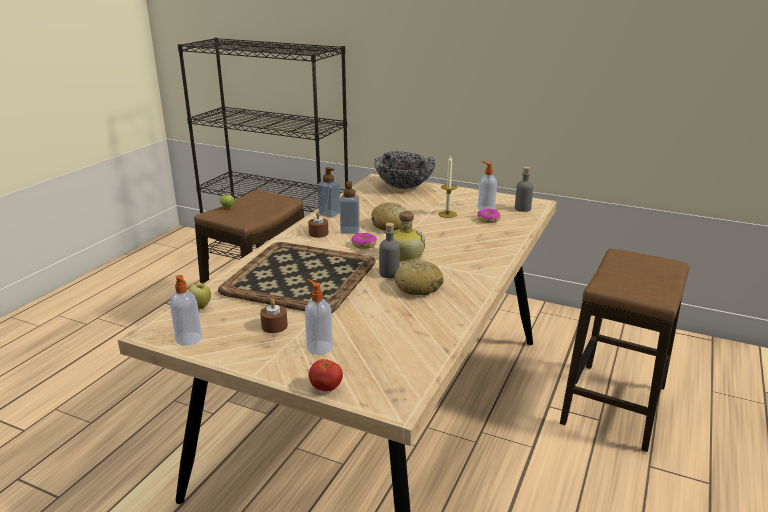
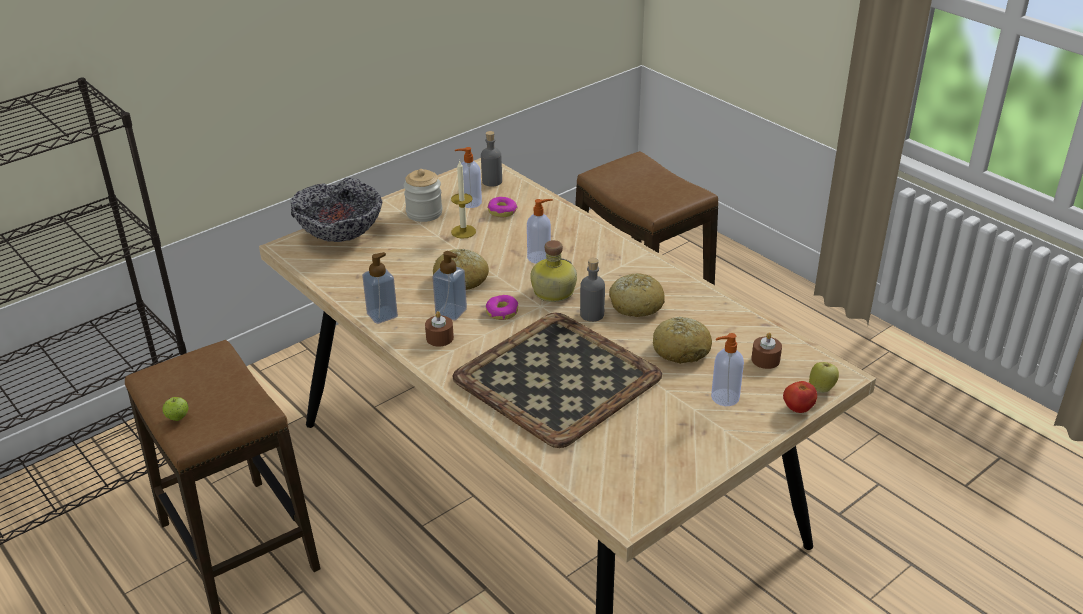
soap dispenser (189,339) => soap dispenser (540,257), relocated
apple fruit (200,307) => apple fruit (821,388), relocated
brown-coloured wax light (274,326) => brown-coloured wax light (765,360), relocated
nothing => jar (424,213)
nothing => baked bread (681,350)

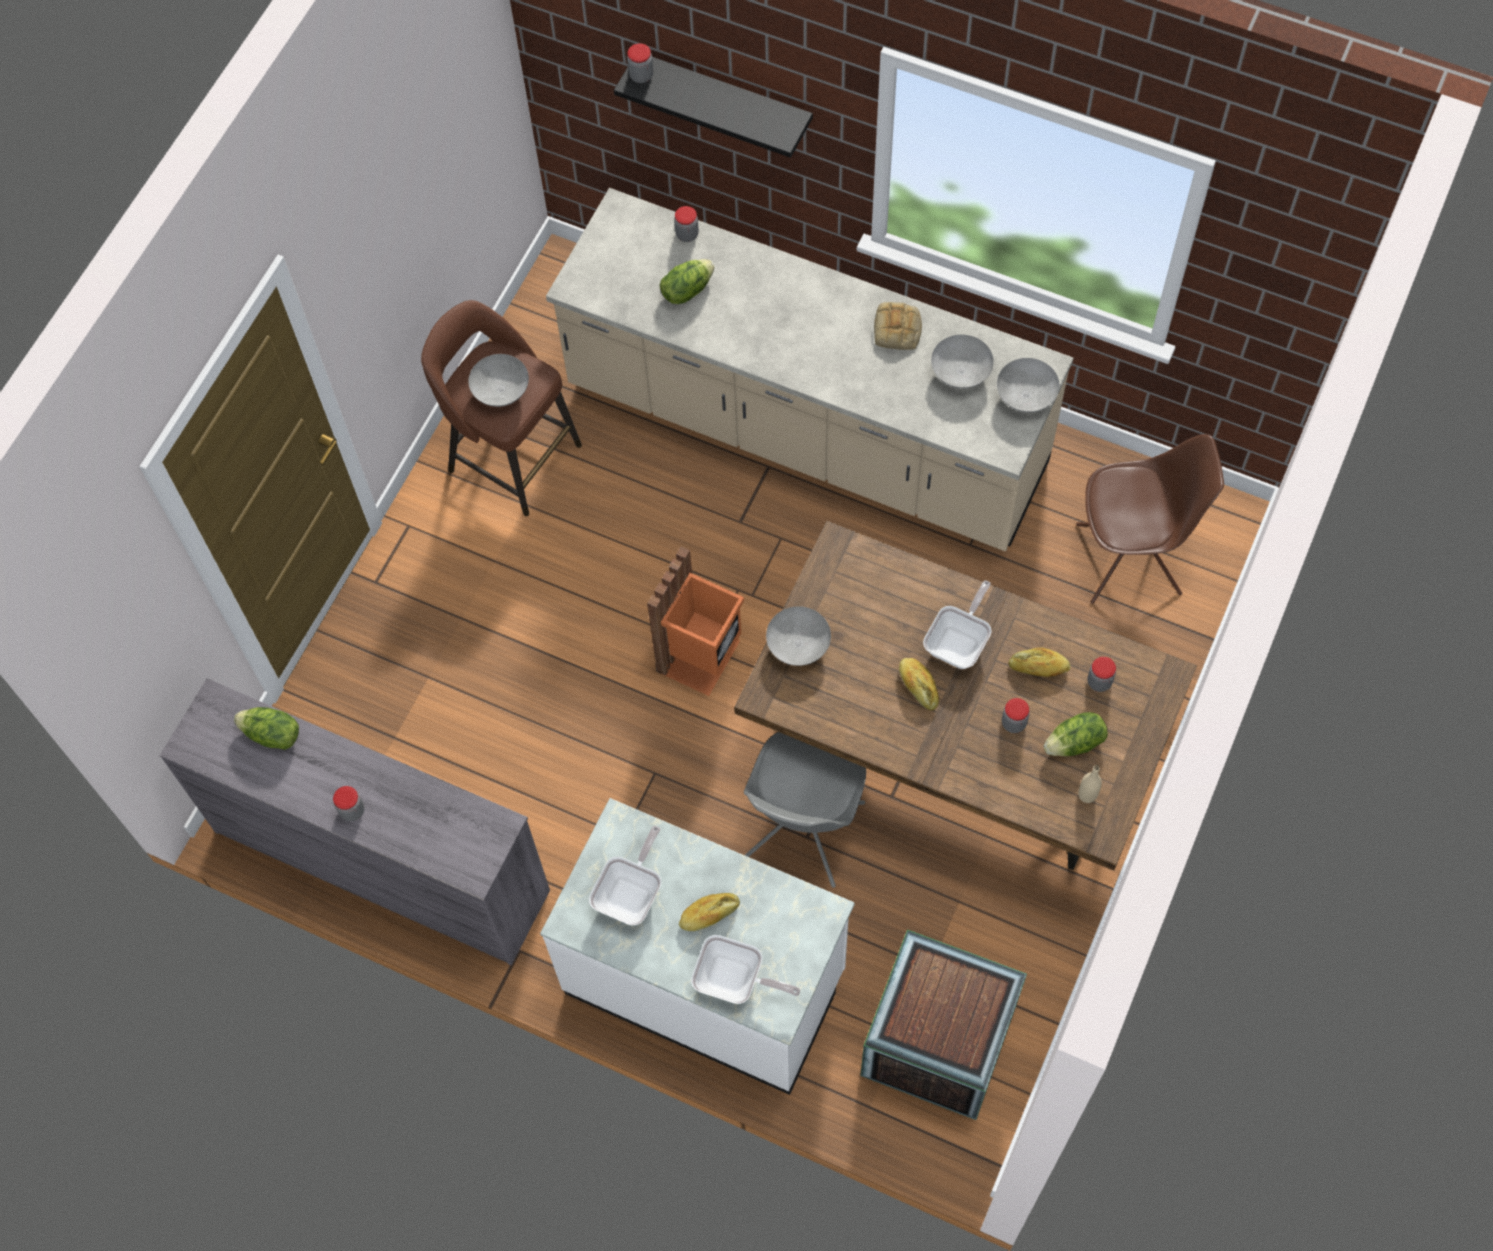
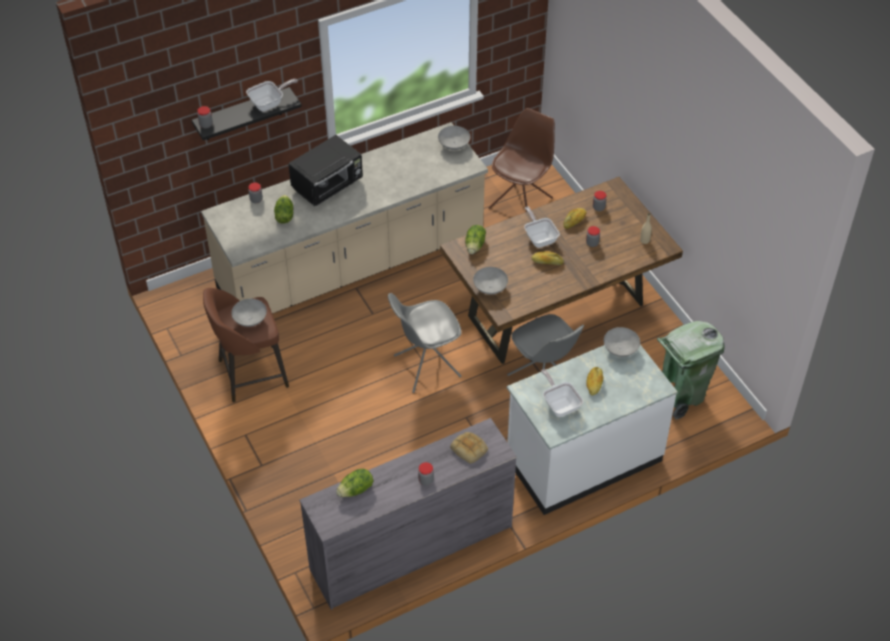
baked bread (898,330) => baked bread (470,449), relocated
gray bowl (960,374) => gray bowl (620,350), relocated
orangey waste bin (702,657) => gray chair (425,366)
lettuce head (1075,743) => lettuce head (475,245), relocated
crate (938,1041) => green-coloured waste bin (680,395)
frying pan (735,981) => frying pan (269,103), relocated
nothing => black kitchen microwave (328,185)

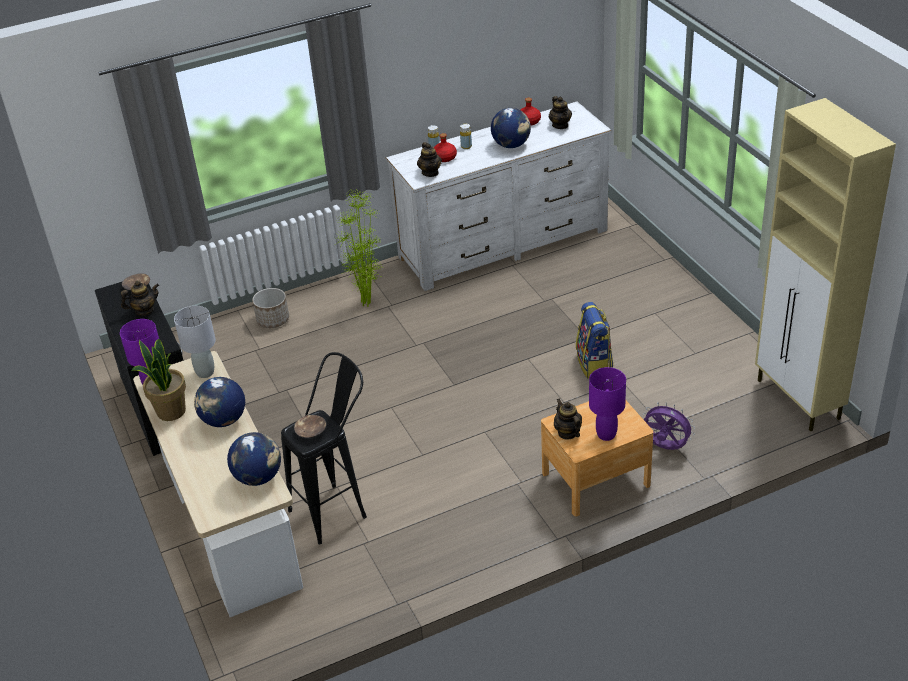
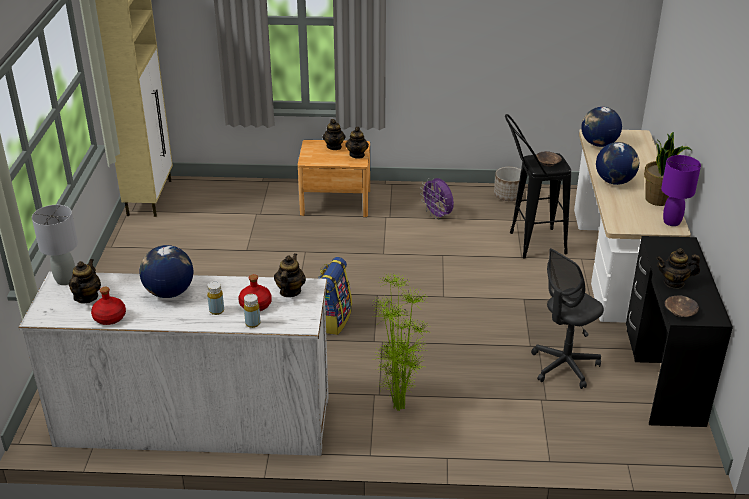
flower pot (273,319) => flower pot (508,195), relocated
knapsack (594,364) => knapsack (332,320), relocated
gray lamp for a table (205,372) => gray lamp for a table (65,280), relocated
purple-coloured lamp for a table (606,435) => tea pot (334,146)
purple-coloured fan (664,447) => purple-coloured fan (437,215), relocated
nothing => gray computer chair (564,366)

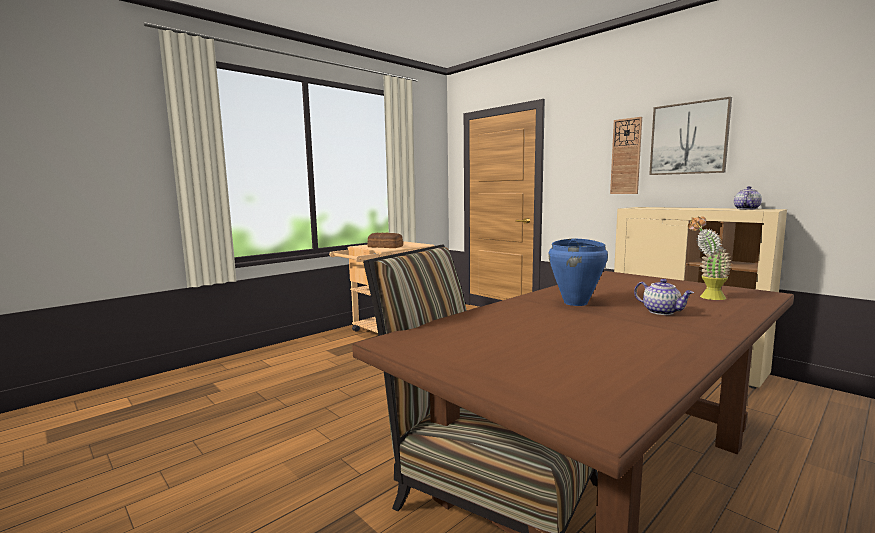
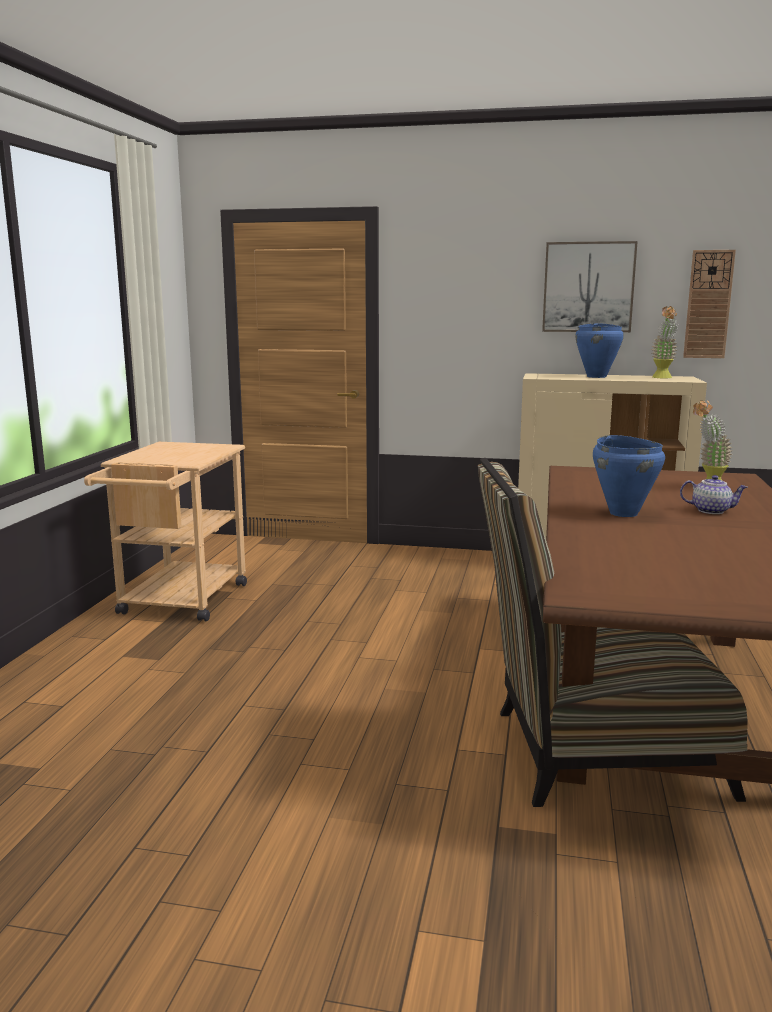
hanging clock (626,156) => hanging clock (708,304), relocated
tea pot (745,209) => potted plant (662,378)
baked bread (385,247) => nothing
nothing => blue saucepot (597,376)

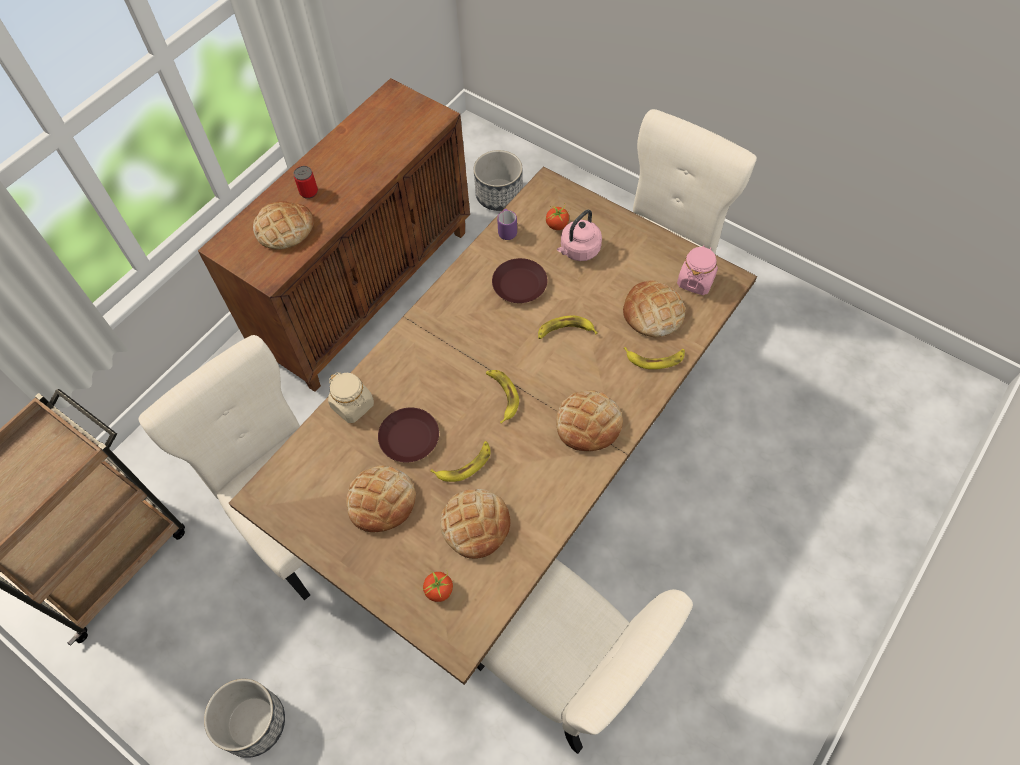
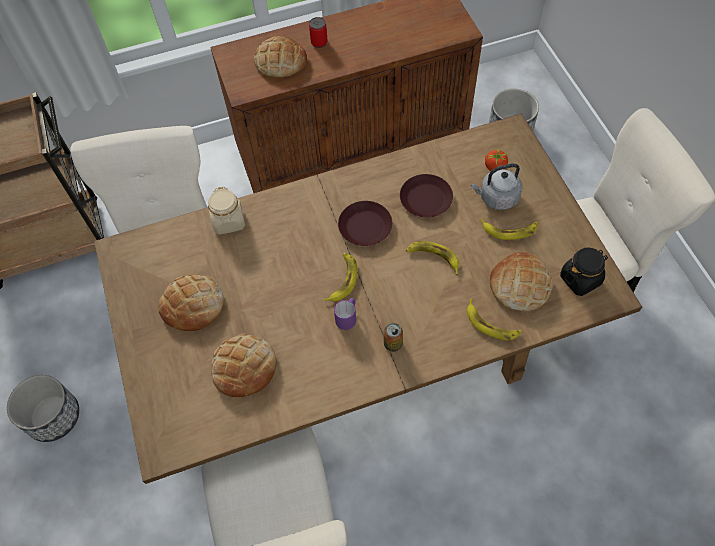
purple-coloured tea mug (507,230) => purple-coloured tea mug (347,318), relocated
pinkish kettle (578,250) => gray kettle (496,198)
pinkish jar (695,281) => black jar (580,279)
baked bread (588,423) => sealed can (393,344)
brown-coloured dinner plate (409,438) => brown-coloured dinner plate (364,227), relocated
banana (464,464) => banana (509,230), relocated
whole tomato (439,590) => nothing

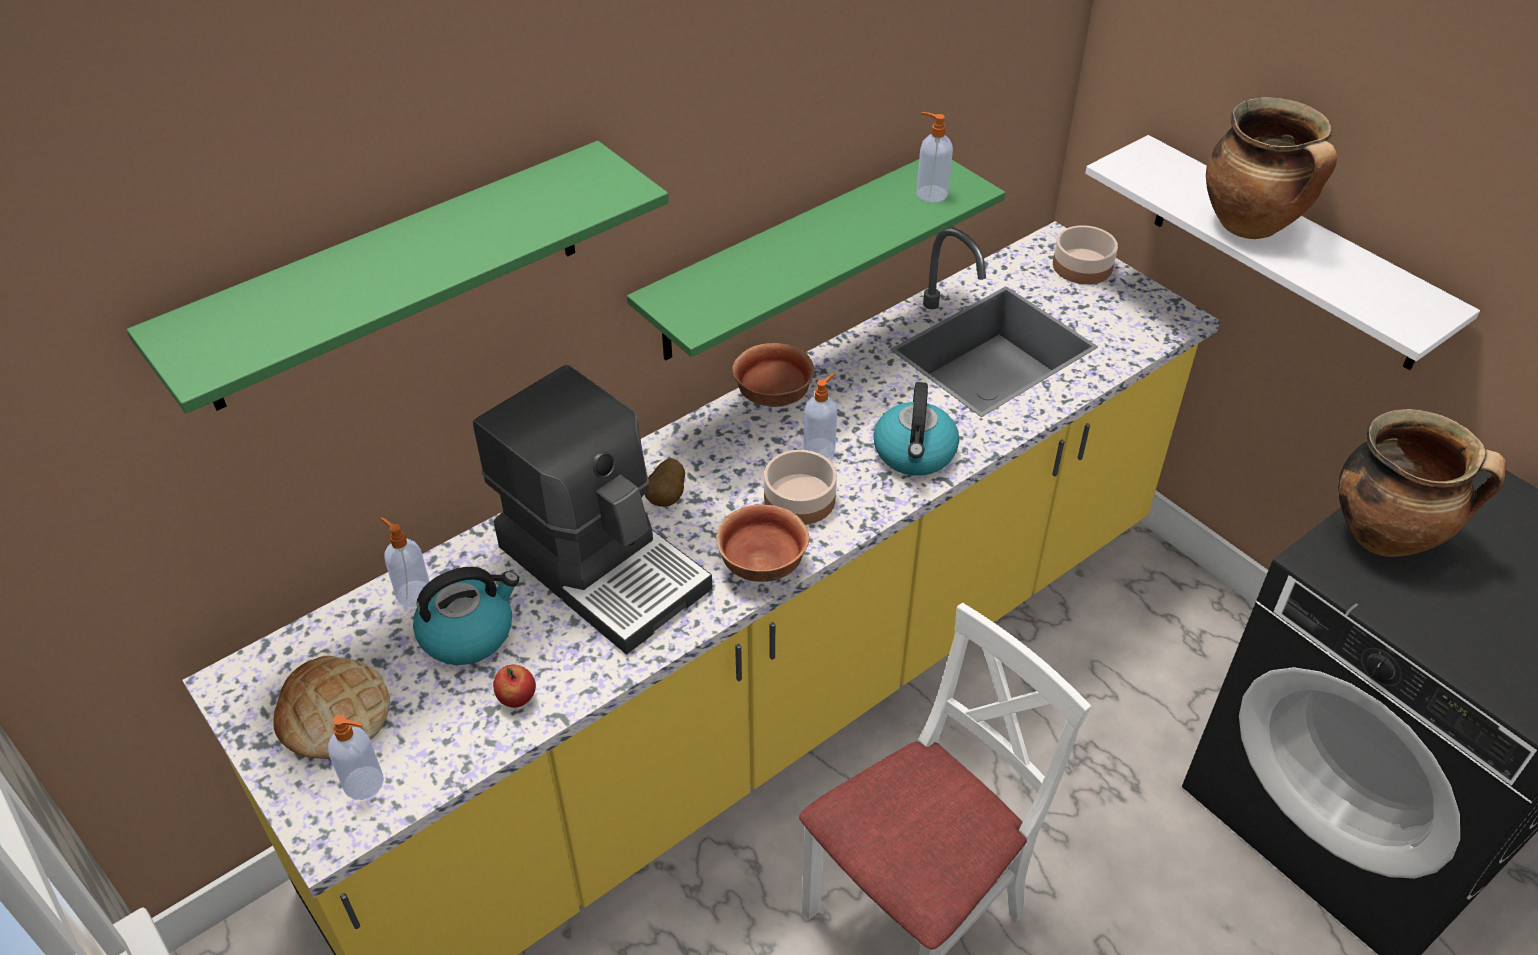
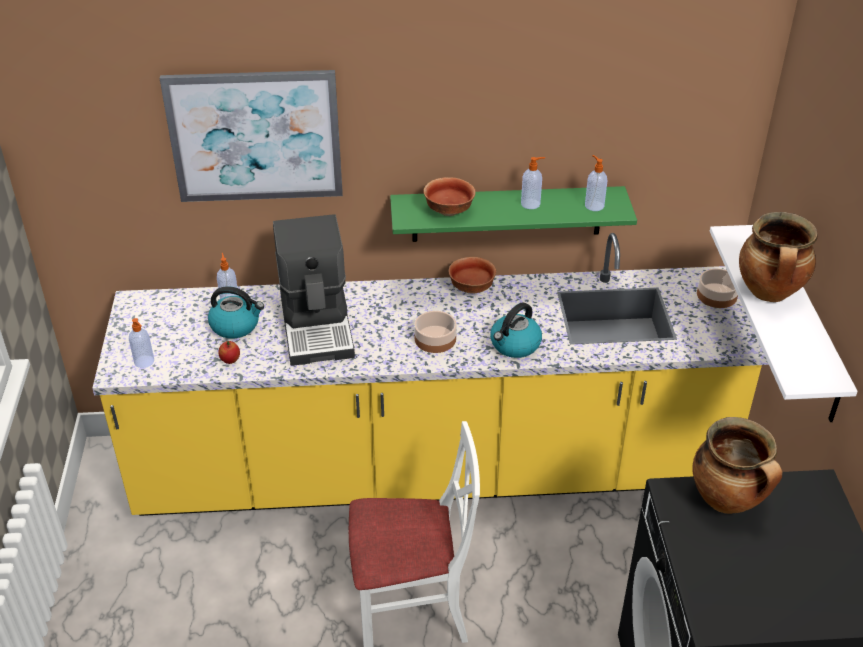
green-coloured bracket shelf (394,277) => wall art (255,136)
soap dispenser (820,448) => soap dispenser (531,204), relocated
spud (667,498) => nothing
bowl (762,564) => bowl (449,210), relocated
baked bread (333,714) => nothing

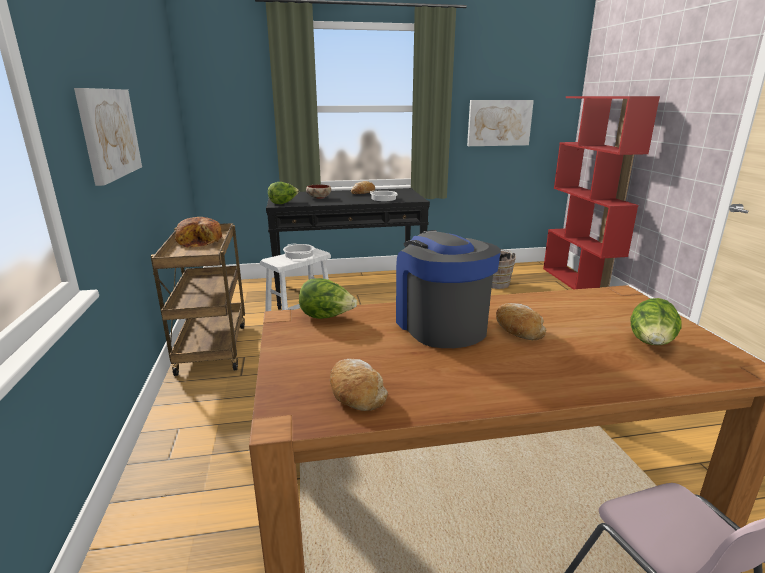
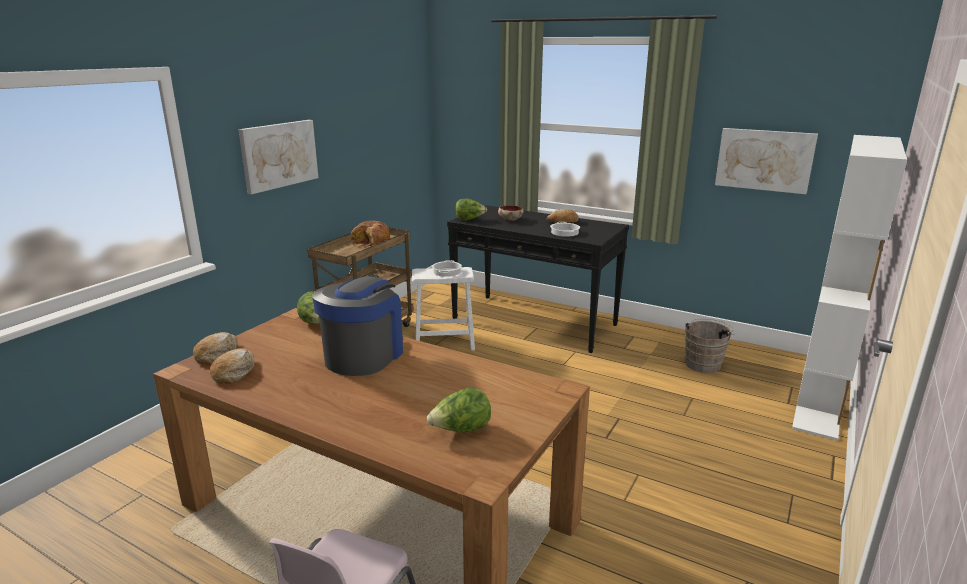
reddish bookcase (578,283) => white bookcase (820,401)
baked bread (517,329) => baked bread (217,354), relocated

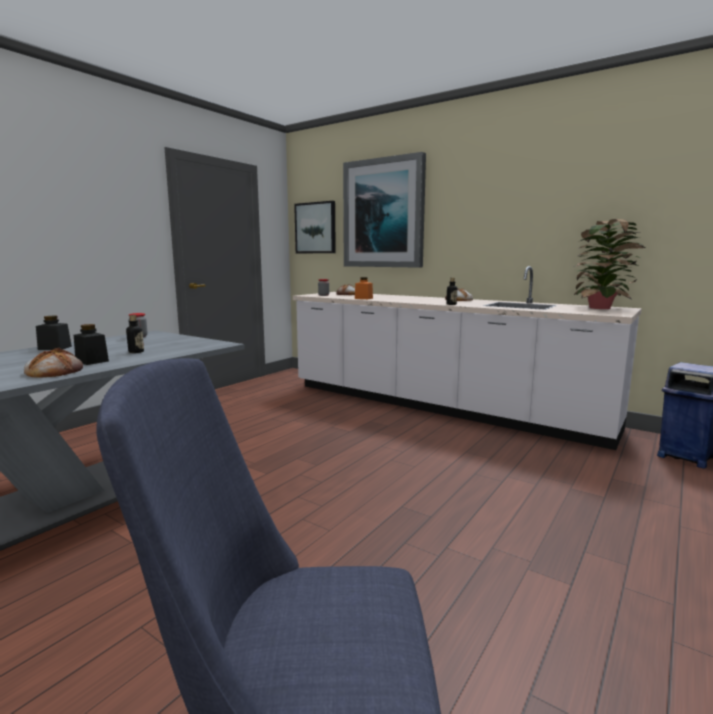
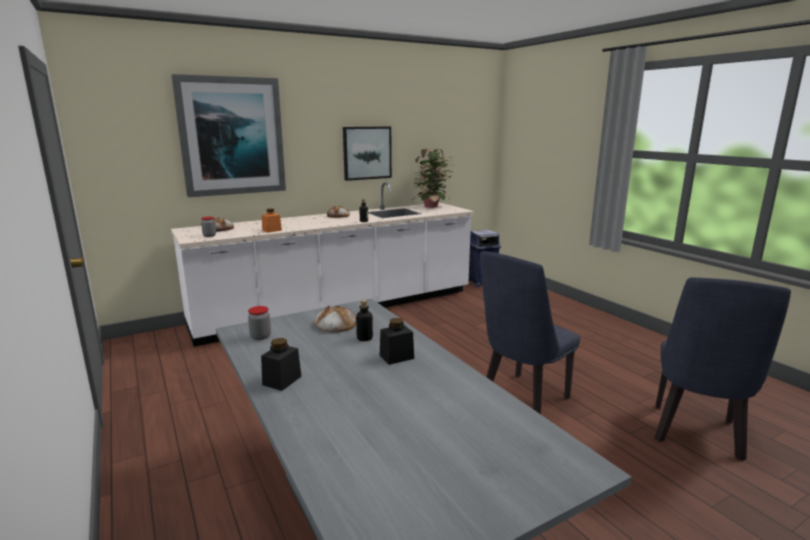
wall art (315,228) => wall art (367,153), relocated
baked bread (55,371) => baked bread (335,324), relocated
nothing => blue chair (521,399)

